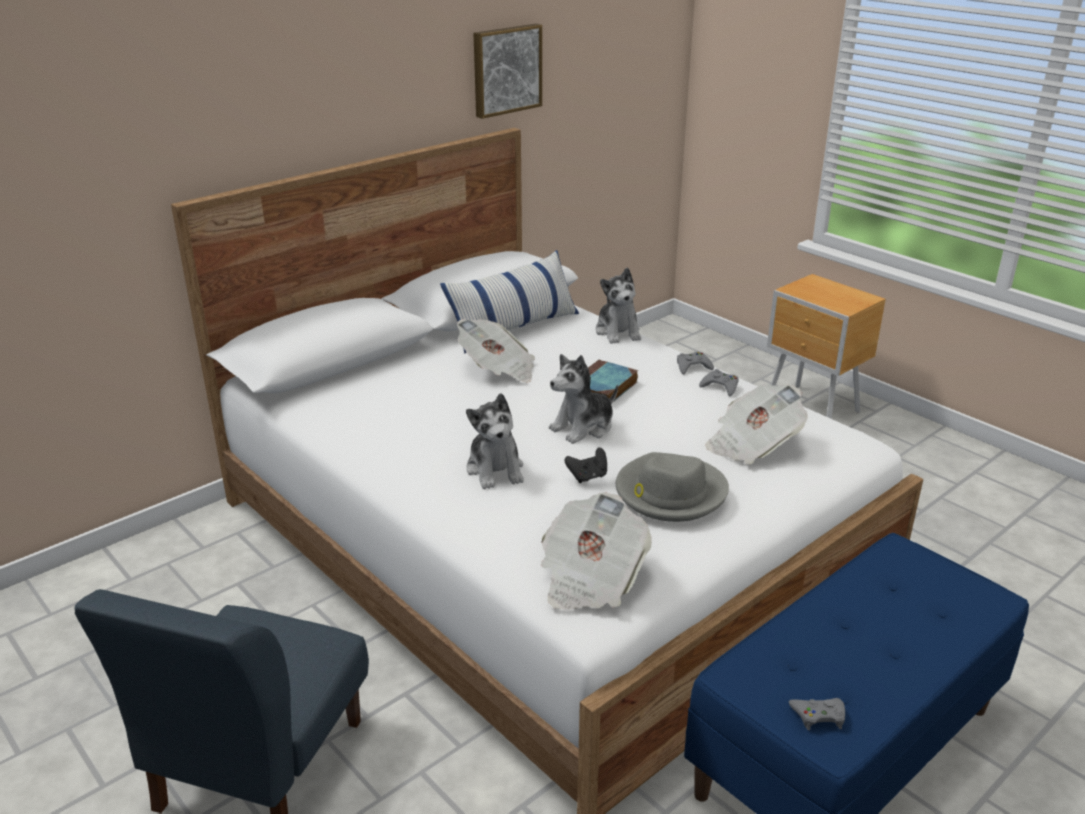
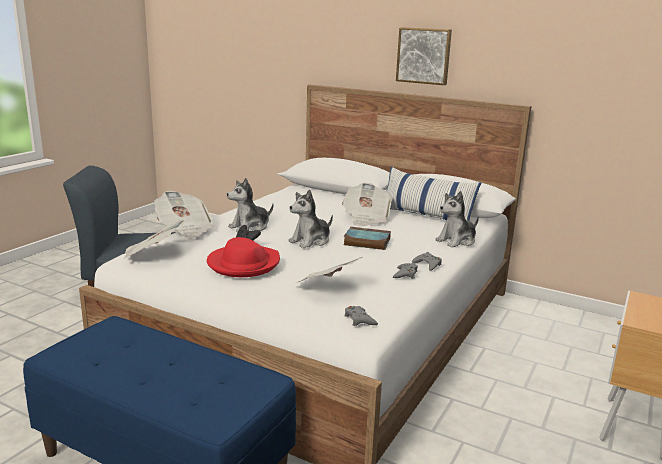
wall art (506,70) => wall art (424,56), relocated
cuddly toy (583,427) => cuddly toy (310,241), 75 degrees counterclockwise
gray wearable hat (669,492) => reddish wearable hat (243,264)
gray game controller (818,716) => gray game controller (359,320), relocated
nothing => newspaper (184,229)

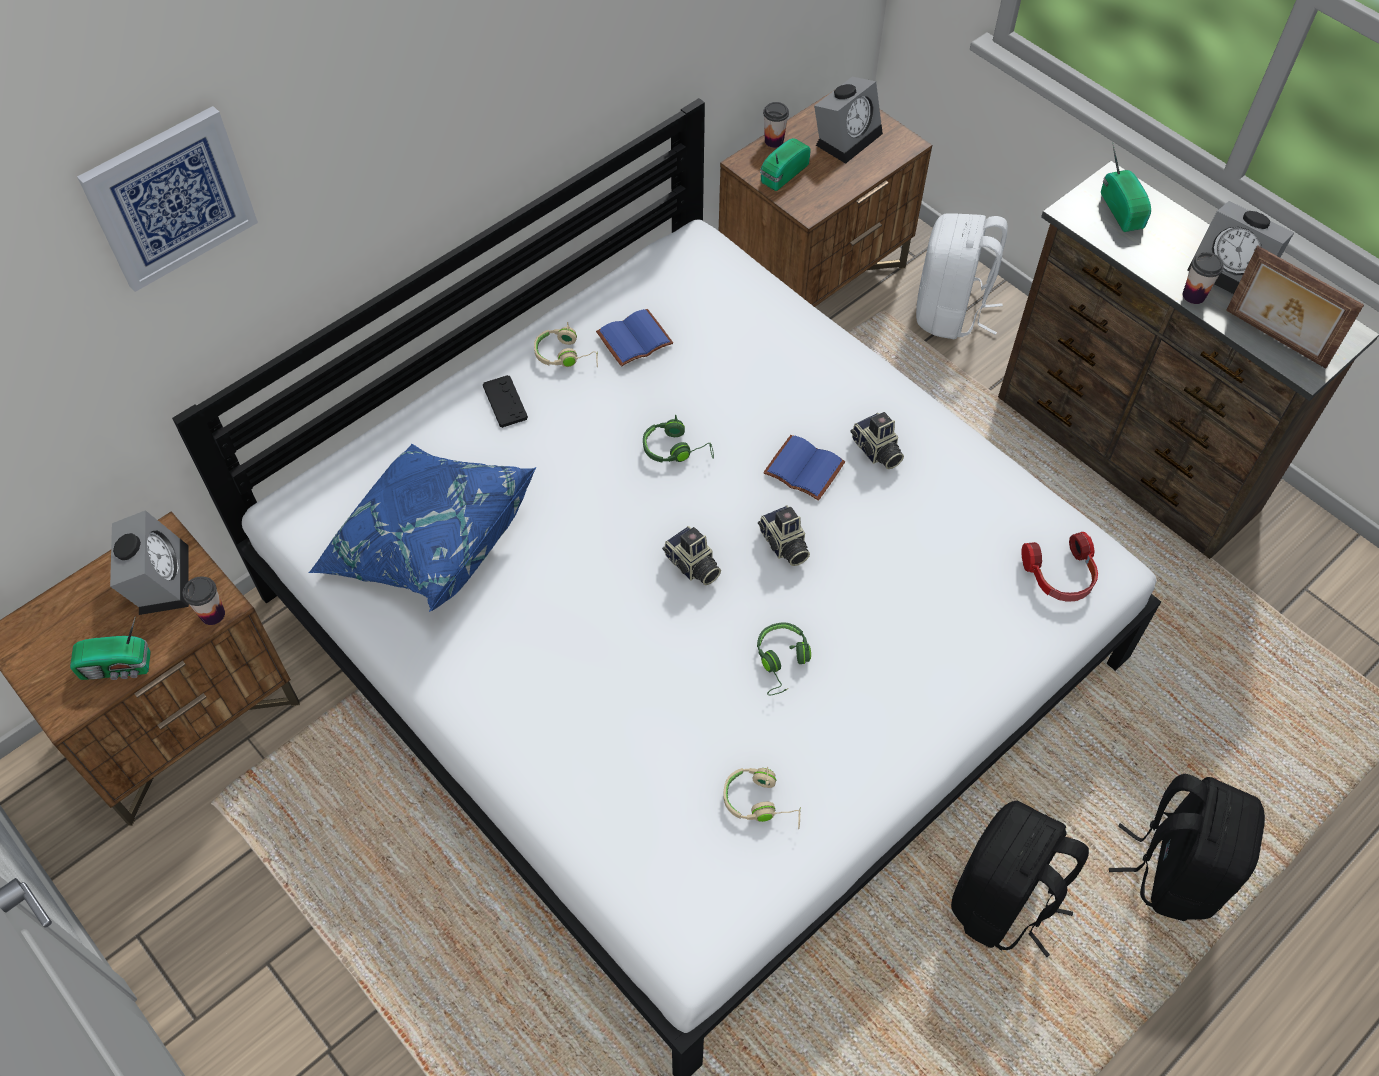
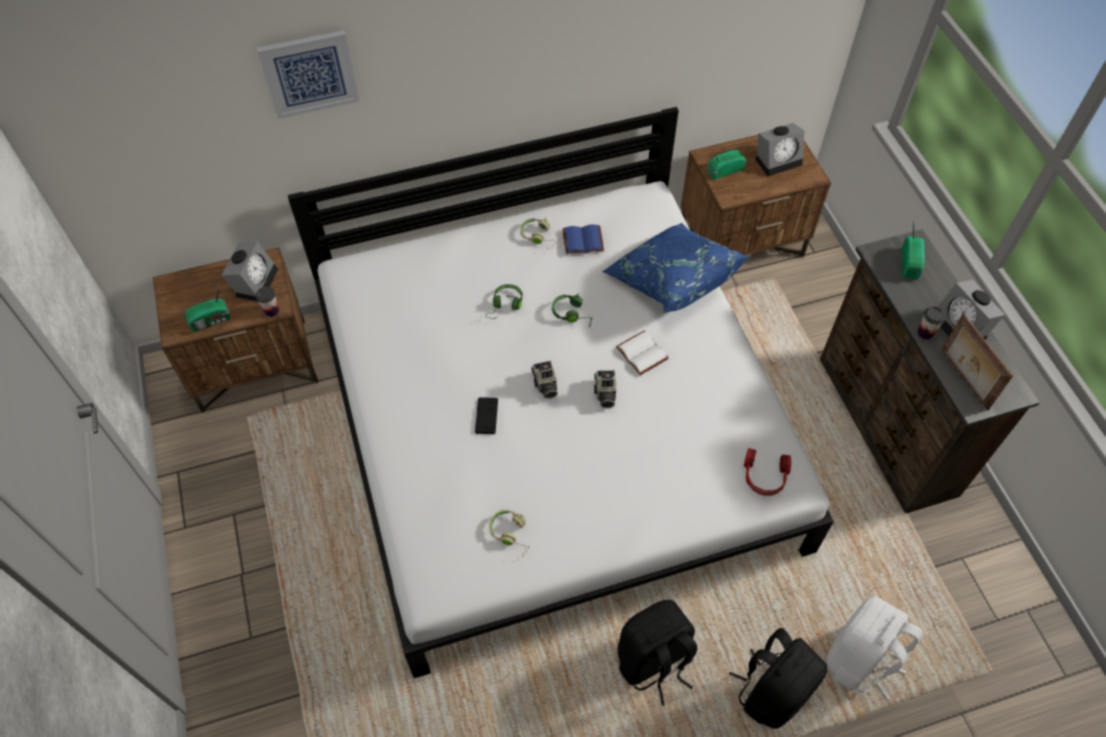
small cup (774,141) => nothing
white knapsack (951,312) => white knapsack (860,660), relocated
black game controller (505,402) => black game controller (486,416), relocated
photo camera (876,451) => nothing
blue volume (802,470) => white volume (640,353)
blue throw pillow (427,543) => blue throw pillow (671,280), relocated
radio set (118,667) => radio set (211,321), 45 degrees counterclockwise
green-coloured headset (782,661) => green-coloured headset (505,305), relocated

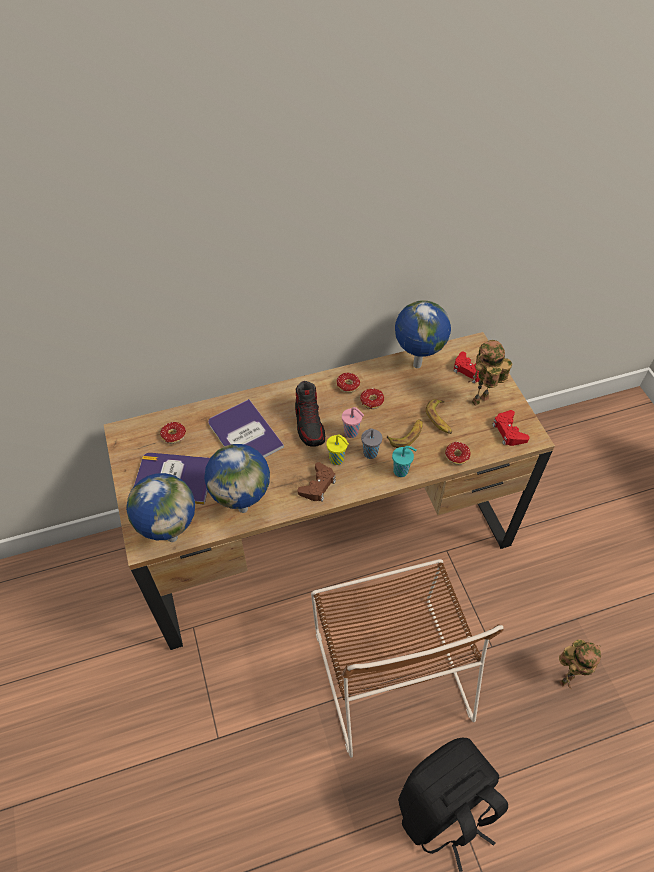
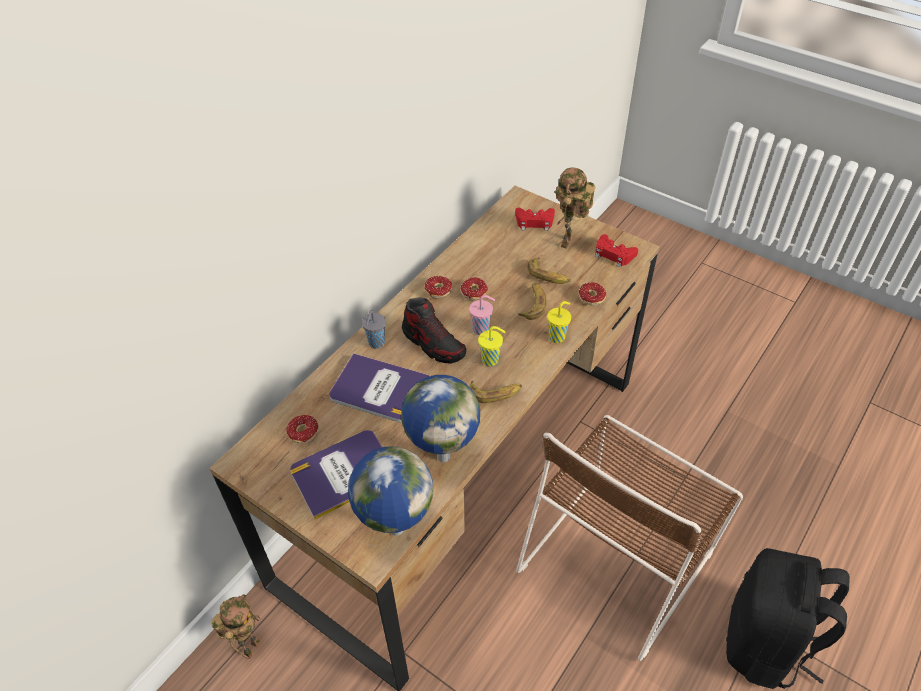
world globe (416,365) => nothing
gray small cup (369,453) => gray small cup (376,343), relocated
turquoise-coloured small cup (401,471) => yellowish small cup (557,337)
brown-coloured game controller (318,485) => banana (495,393)
brown-coloured chair (390,668) => brown-coloured chair (620,555), 90 degrees clockwise
model robot (566,677) => model robot (250,646), relocated

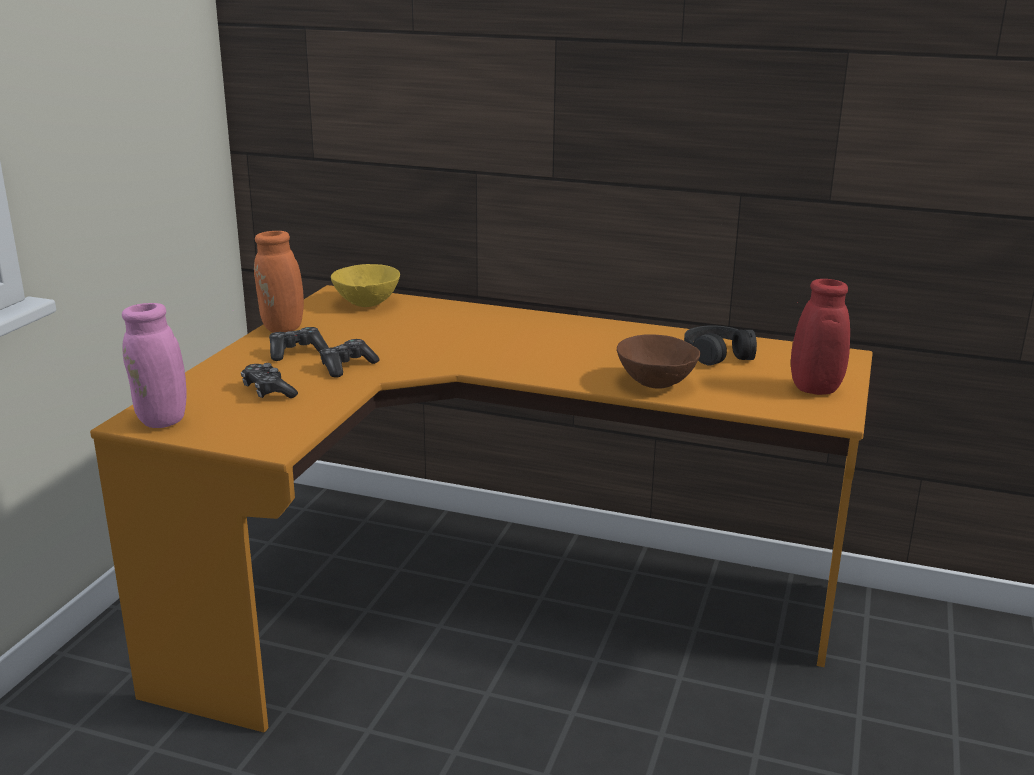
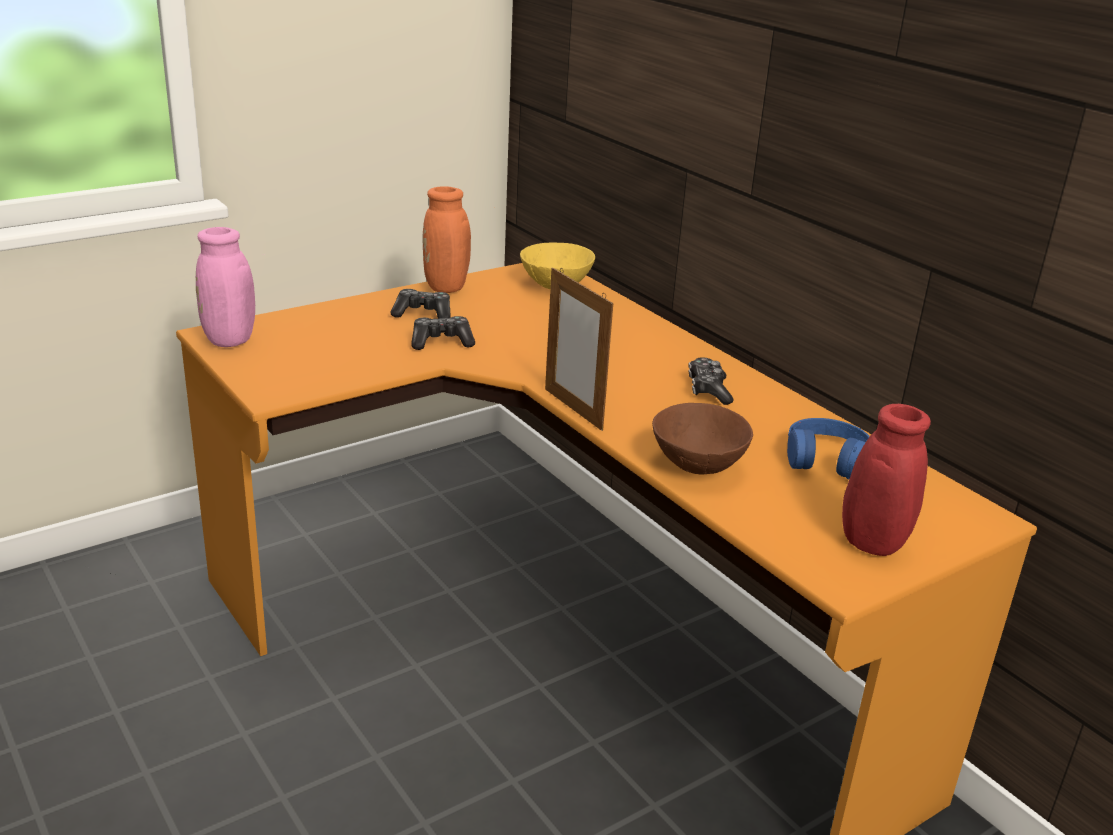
black headset (718,354) => blue headset (826,459)
game controller (268,391) => game controller (708,390), relocated
nothing => photo frame (573,409)

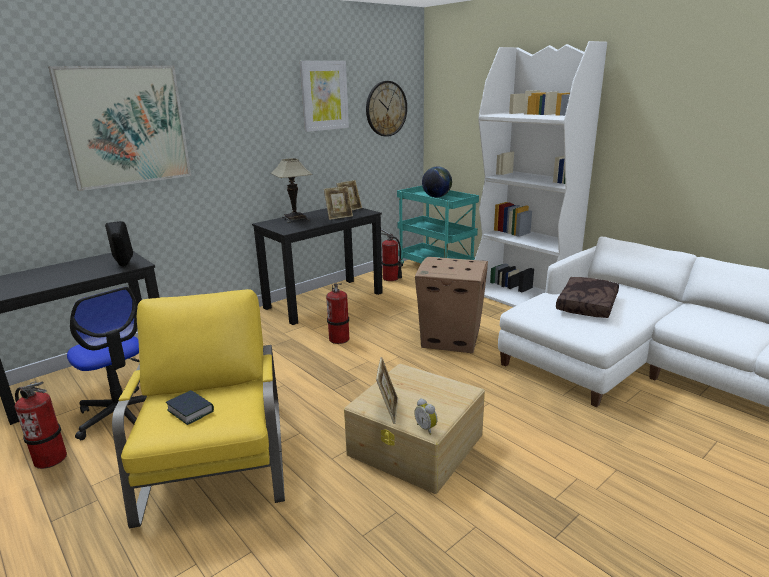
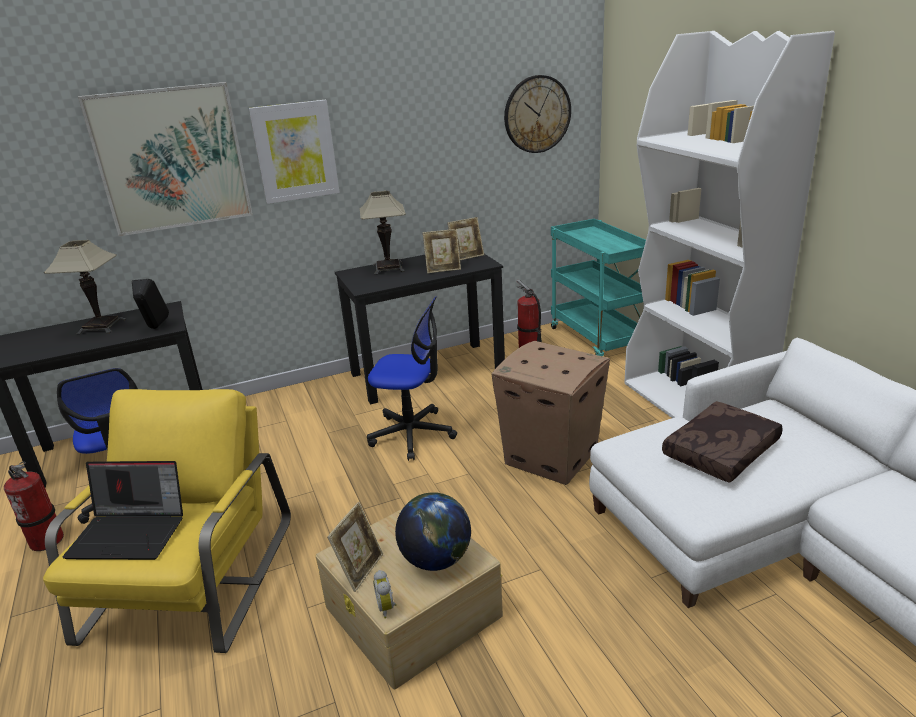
wall art (324,96) => wall art (295,151), relocated
world globe (436,197) => world globe (436,560), relocated
fire-fighting cylinder (339,339) => computer chair (412,434)
volume (190,411) => laptop (131,533)
nothing => lamp for a table (101,327)

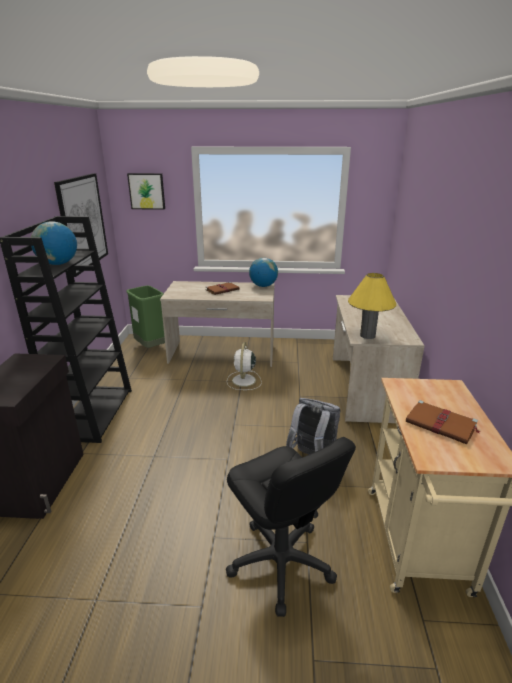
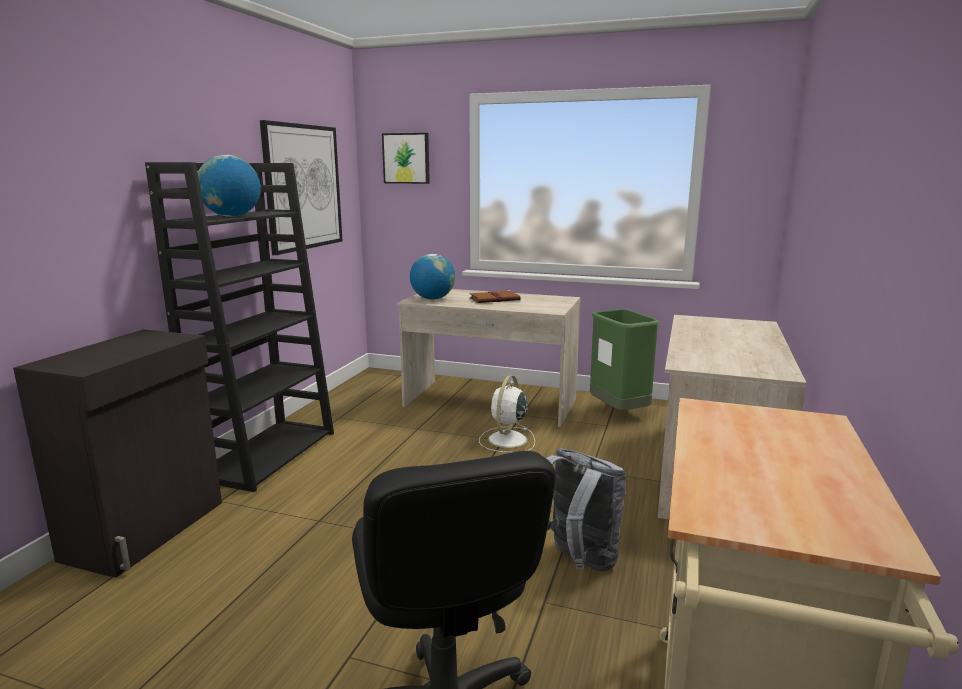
world globe (263,286) => world globe (432,299), relocated
yellowish lamp for a table (367,335) => nothing
green-coloured waste bin (151,347) => green-coloured waste bin (619,412), relocated
brown-coloured volume (442,424) => nothing

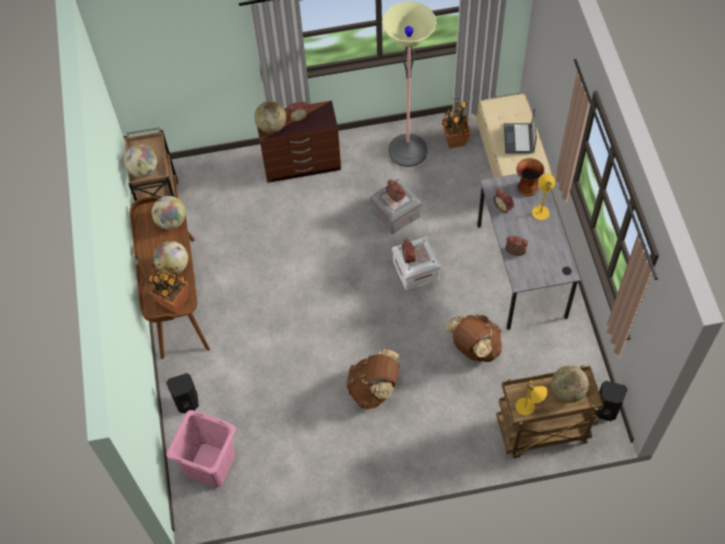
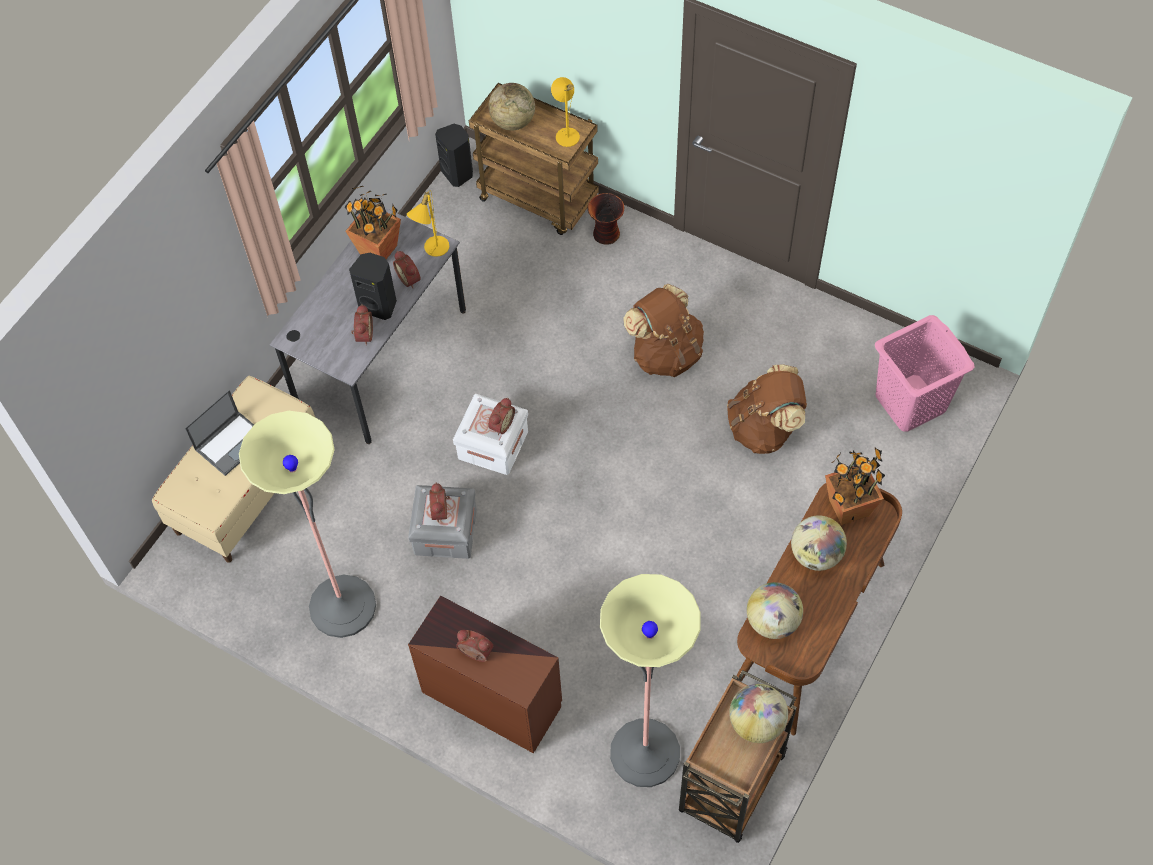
potted plant (454,140) => potted plant (379,249), relocated
world globe (271,126) => nothing
flower vase (526,187) => flower vase (606,235), relocated
yellowish lamp for a table (541,209) => yellowish lamp for a table (432,248), relocated
brown-coloured knapsack (474,348) => brown-coloured knapsack (764,428), relocated
black loudspeaker (187,403) => black loudspeaker (379,305), relocated
nothing => standard lamp (645,753)

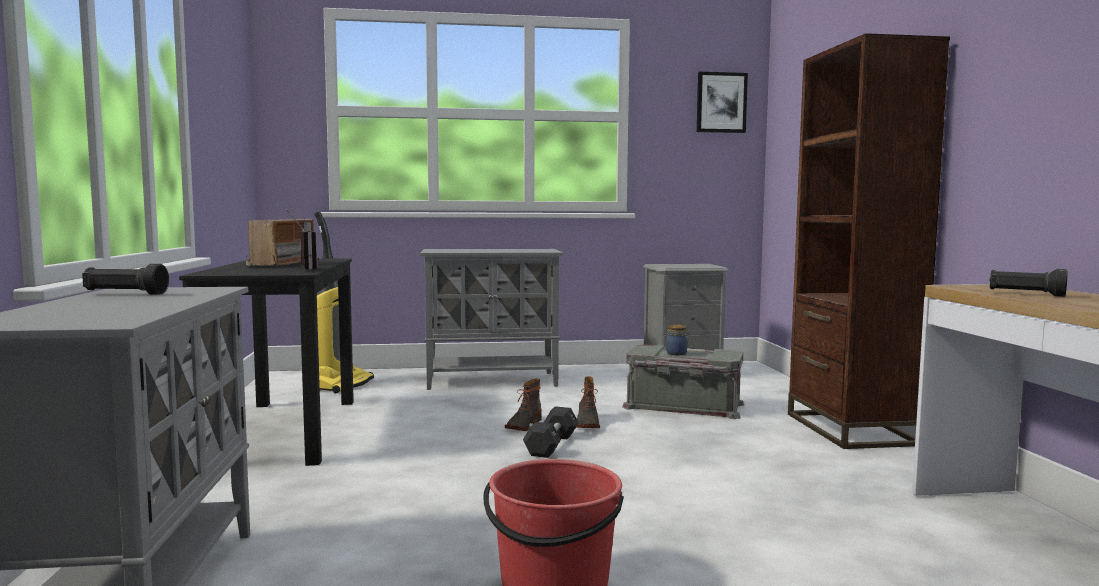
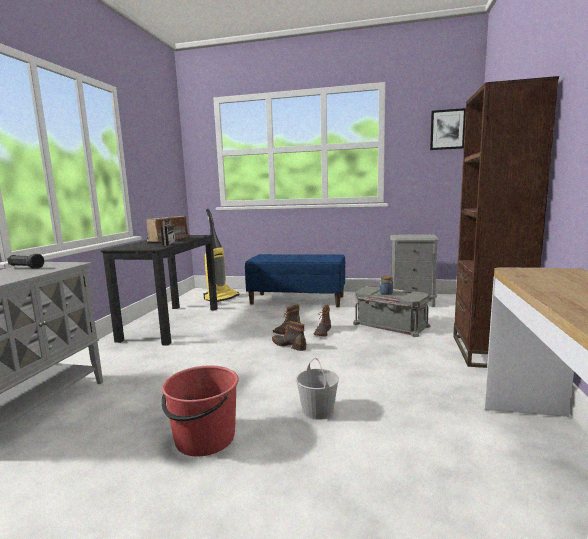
gray cabinet (493,381) => blue bench (297,300)
black torch (1025,294) => nothing
black hand weight (551,445) => high-top boot (289,345)
nothing => white pail (317,410)

